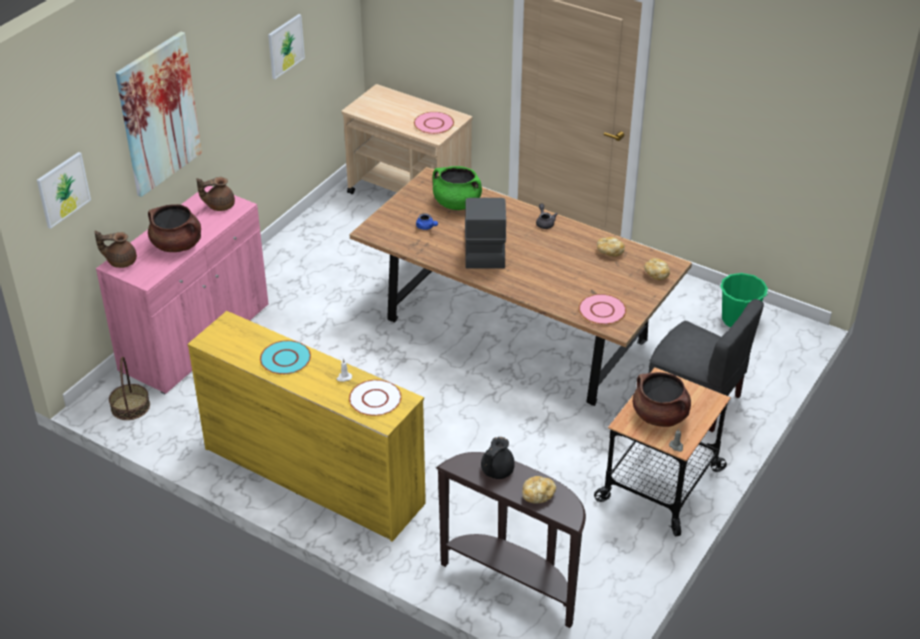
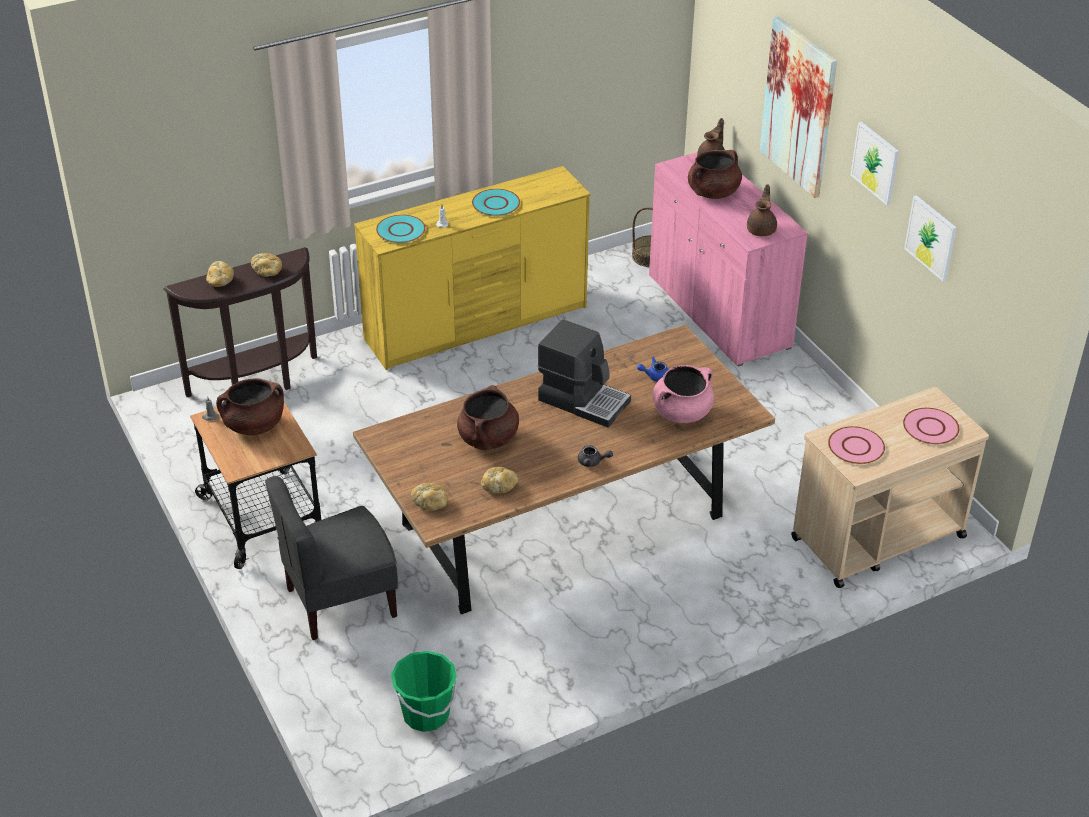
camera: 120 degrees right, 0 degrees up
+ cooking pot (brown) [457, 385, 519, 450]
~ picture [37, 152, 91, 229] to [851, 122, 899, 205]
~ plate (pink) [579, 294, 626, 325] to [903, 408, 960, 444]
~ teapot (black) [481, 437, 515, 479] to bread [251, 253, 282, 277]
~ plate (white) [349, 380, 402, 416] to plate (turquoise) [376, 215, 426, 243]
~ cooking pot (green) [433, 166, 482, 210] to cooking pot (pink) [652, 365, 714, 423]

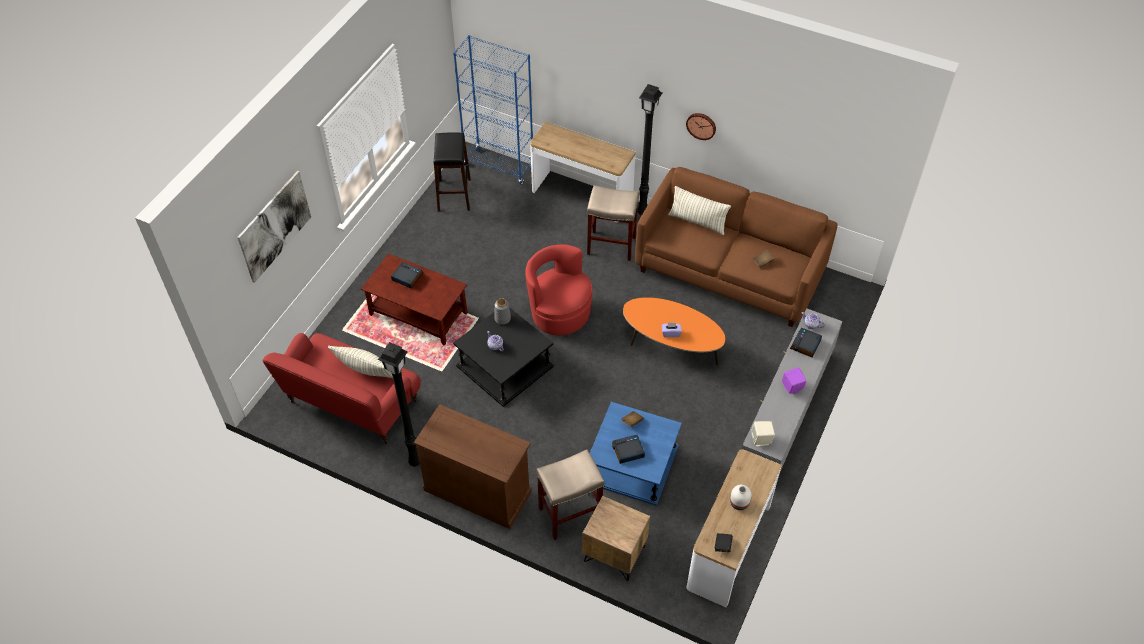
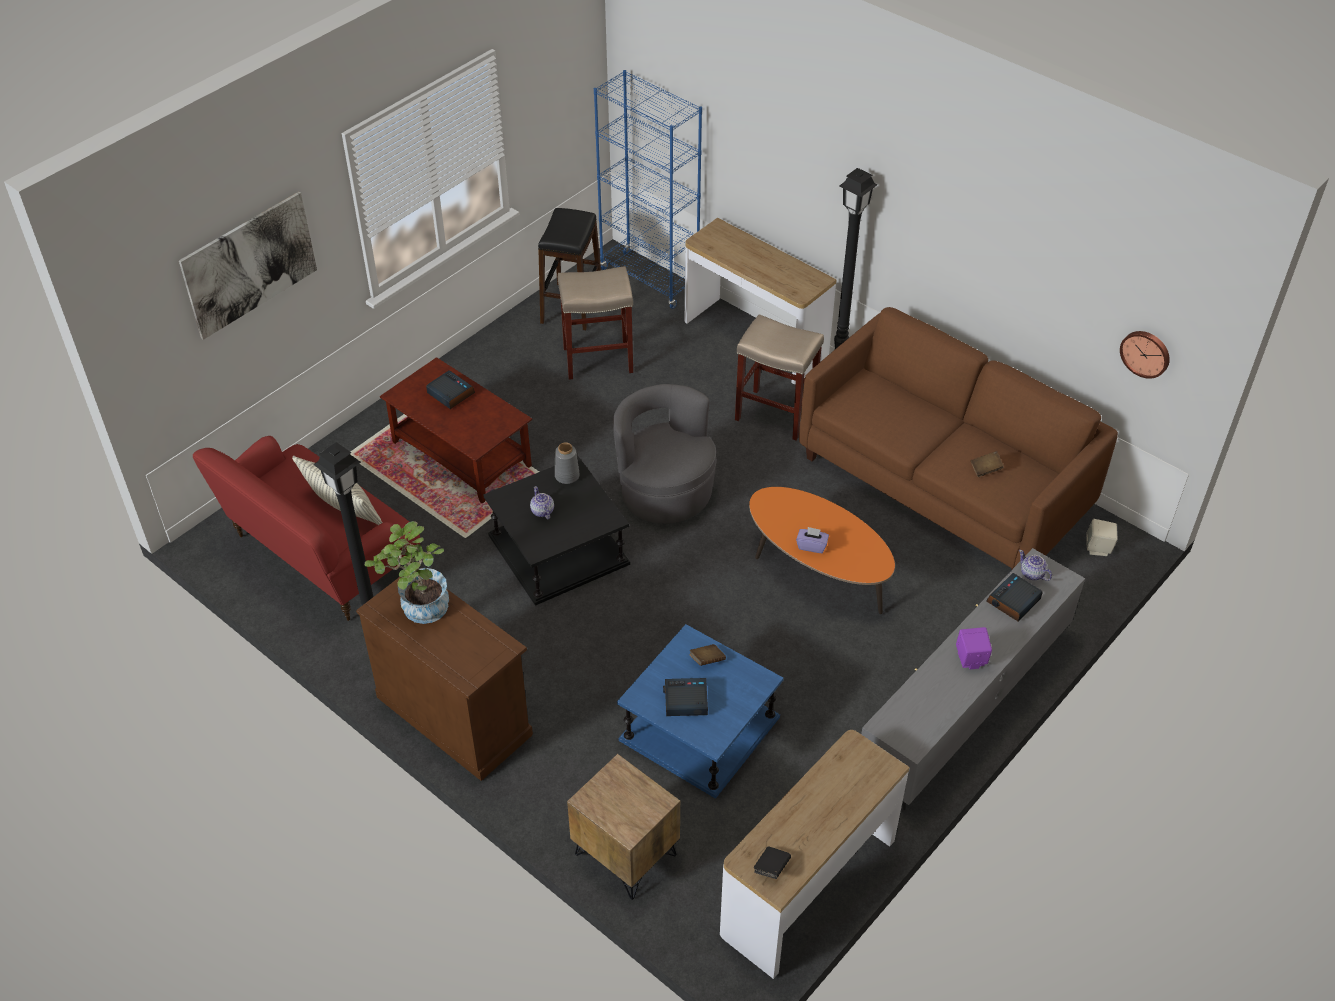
camera: 15 degrees right, 5 degrees down
- pillow [668, 186, 731, 235]
- vase (white) [730, 485, 751, 510]
+ potted plant [365, 521, 449, 624]
~ stool (beige) [536, 449, 605, 540] to [558, 266, 633, 380]
~ wall clock [686, 113, 716, 140] to [1120, 331, 1170, 379]
~ speaker (beige) [751, 421, 775, 447] to [1086, 519, 1117, 556]
~ armchair (red) [525, 244, 593, 335] to armchair (grey) [613, 384, 716, 524]

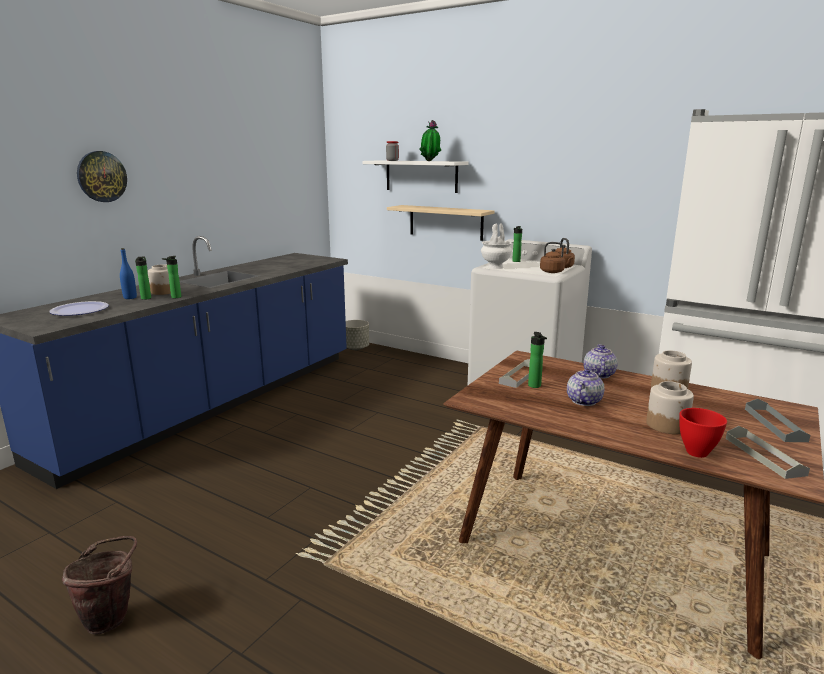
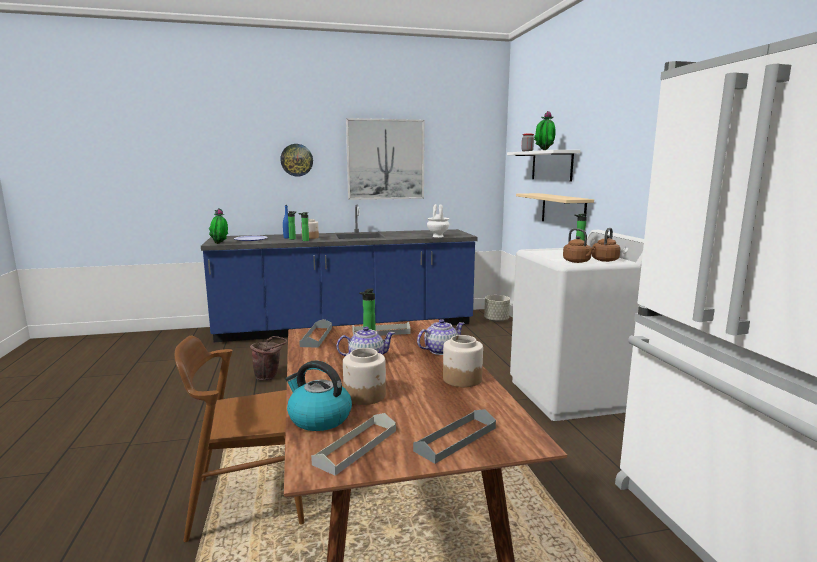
camera: 45 degrees right, 5 degrees down
+ chair (brown) [175, 336, 304, 542]
+ potted plant [209, 208, 228, 244]
+ tray (grey) [299, 319, 332, 348]
+ picture [346, 118, 425, 200]
~ bucket (brown) [62, 536, 137, 634] to [250, 336, 288, 381]
~ vase (white) [481, 223, 512, 269] to [427, 204, 450, 237]
~ bowl (red) [679, 408, 727, 458] to kettle [285, 360, 352, 431]

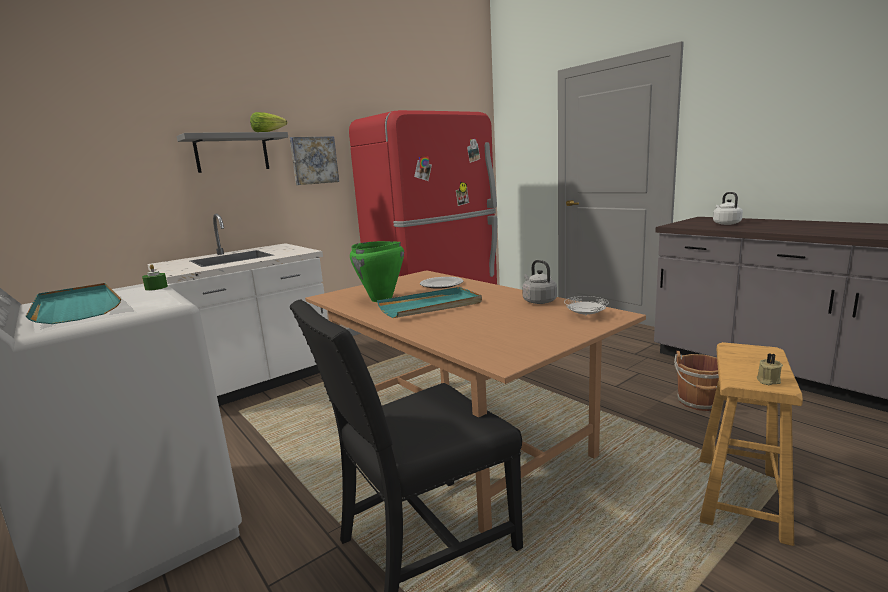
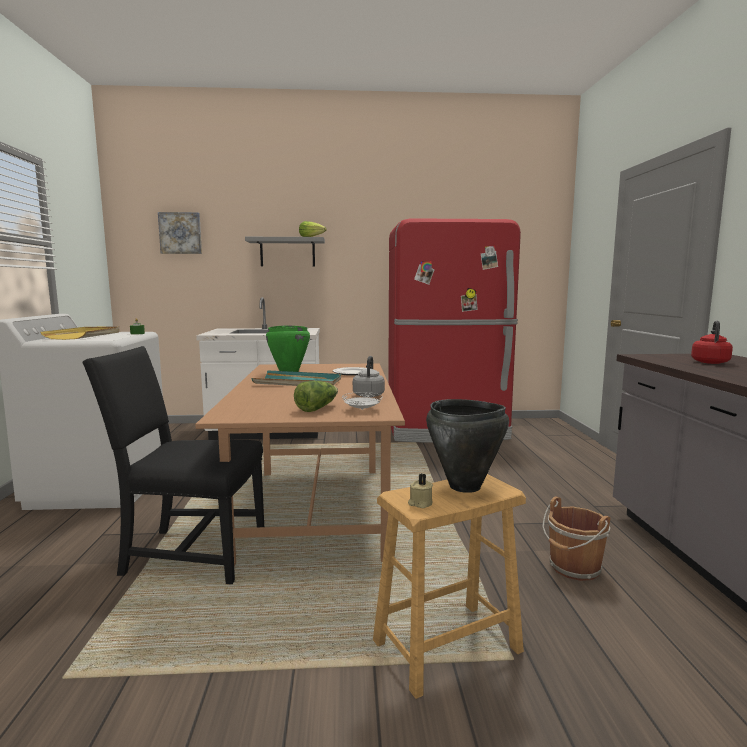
camera: 35 degrees right, 5 degrees down
+ lettuce [294, 381, 338, 412]
+ cooking pot (black) [426, 399, 509, 493]
~ picture [290, 136, 339, 185] to [158, 212, 202, 254]
~ tray (turquoise) [26, 283, 121, 324] to tray (yellow) [40, 327, 119, 340]
~ kettle (white) [713, 192, 743, 225] to kettle (red) [691, 321, 733, 364]

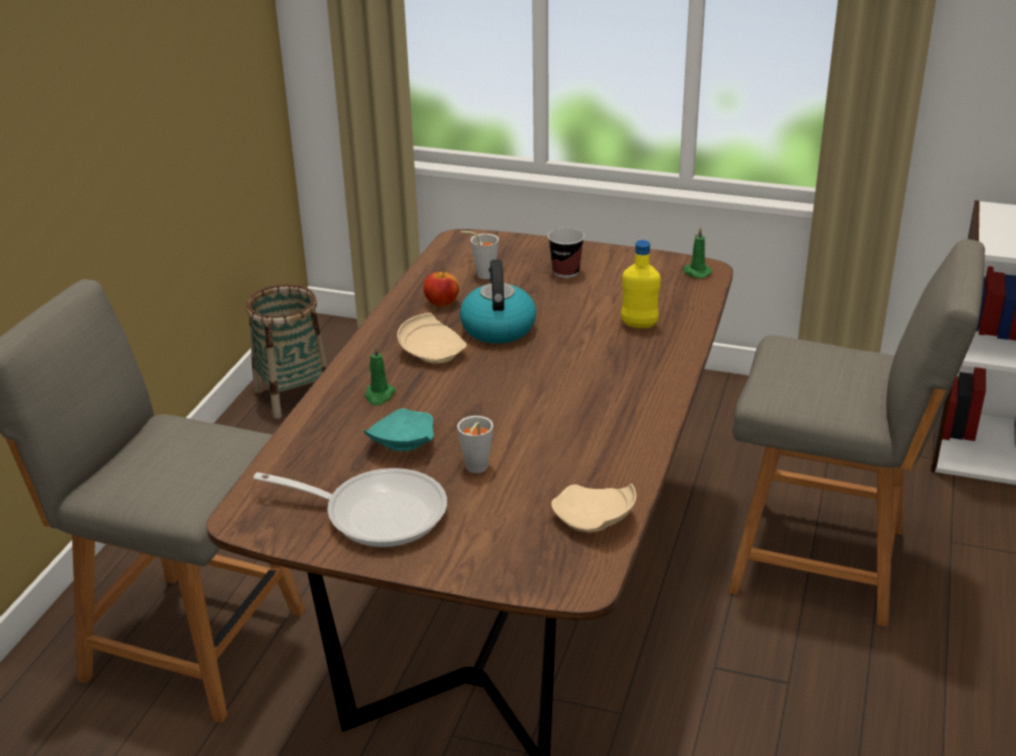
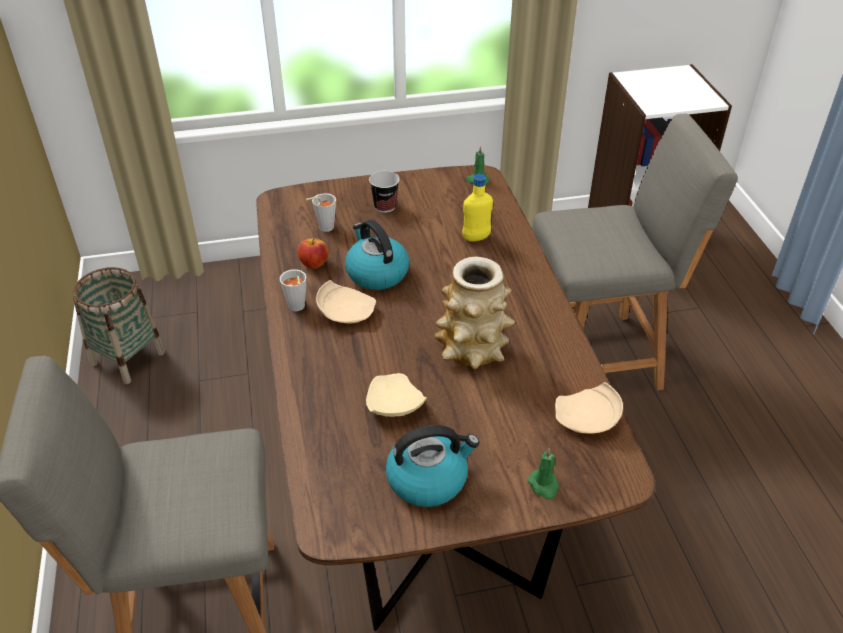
camera: 30 degrees left, 10 degrees up
+ vase [434, 257, 515, 369]
~ candle (green) [365, 345, 396, 406] to [527, 448, 559, 500]
~ cup (grey) [457, 416, 493, 473] to [280, 269, 306, 311]
~ frying pan [253, 468, 447, 547] to kettle [386, 425, 479, 507]
~ plate (turquoise) [364, 408, 434, 451] to plate (beige) [366, 373, 427, 417]

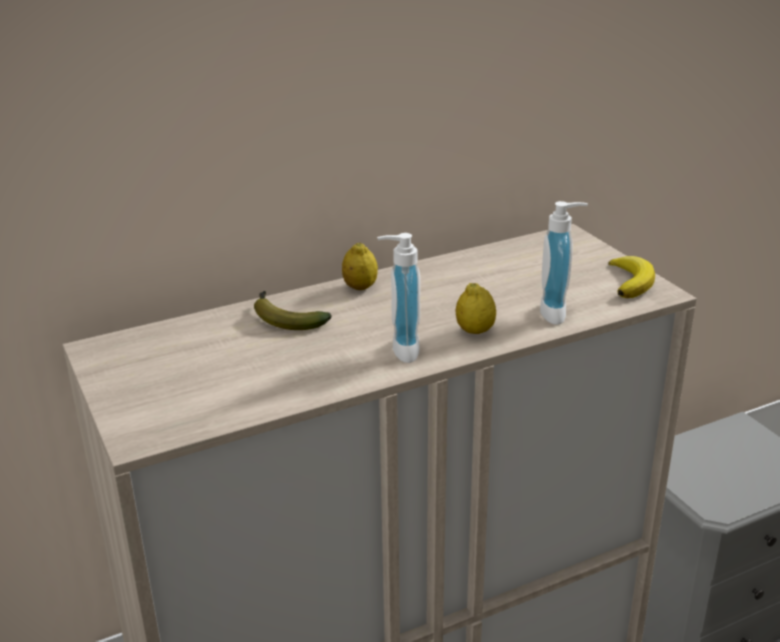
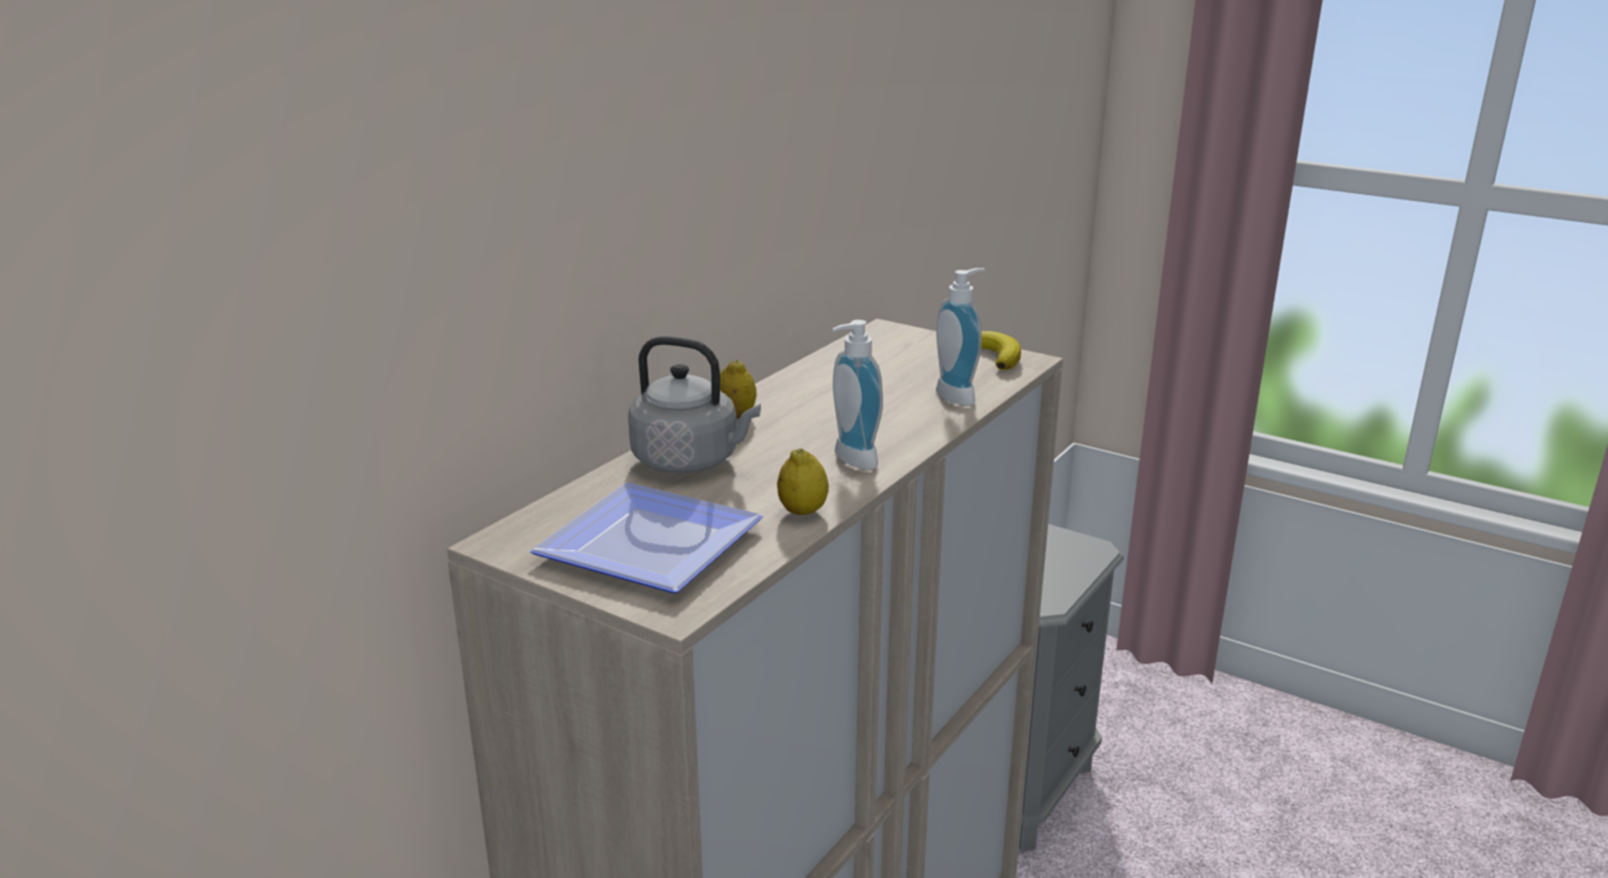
camera: 30 degrees left, 5 degrees down
+ plate [530, 482, 763, 593]
~ lemon [456, 283, 496, 334] to [777, 449, 829, 515]
~ banana [254, 291, 331, 330] to kettle (grey) [628, 336, 761, 473]

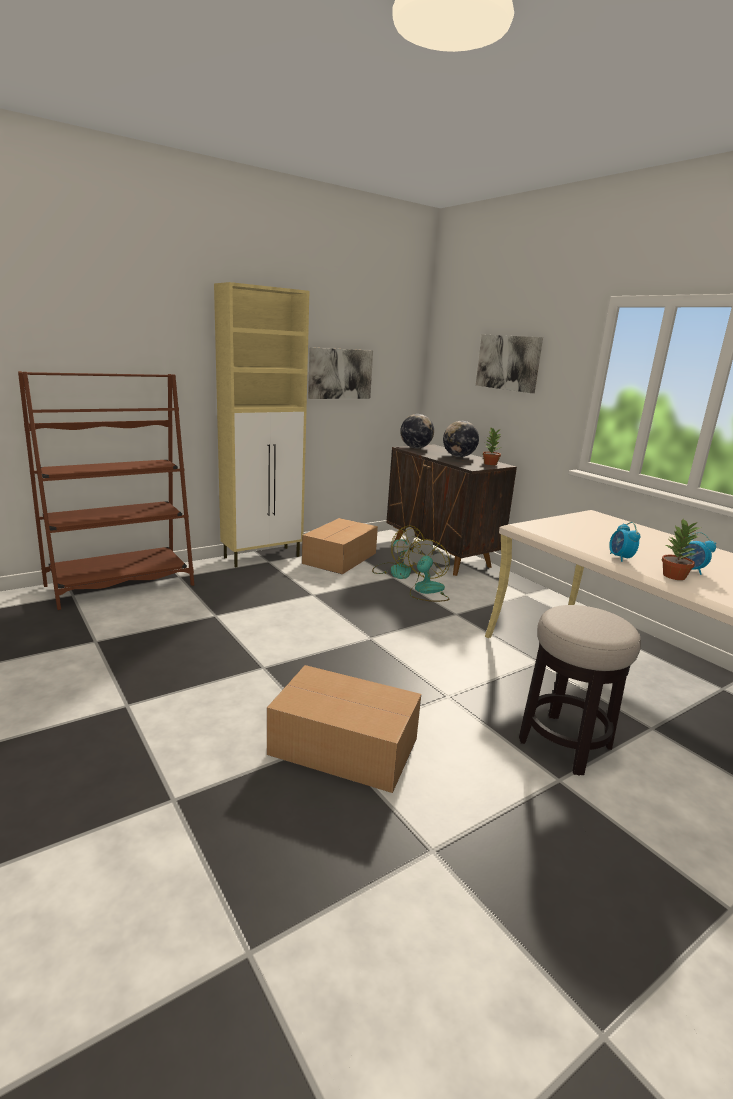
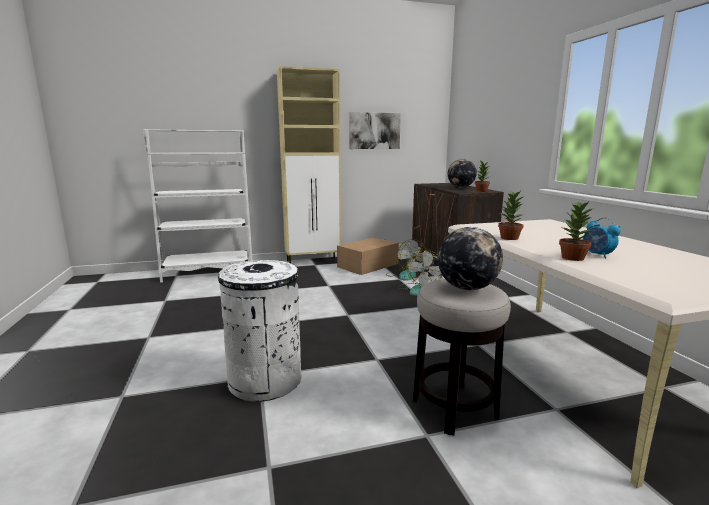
camera: 20 degrees right, 5 degrees down
- picture [476, 334, 543, 393]
- alarm clock [609, 522, 640, 562]
+ potted plant [498, 192, 525, 240]
~ globe [400, 414, 434, 448] to [438, 227, 503, 290]
~ cardboard box [267, 665, 421, 793] to trash can (white) [218, 260, 302, 402]
~ bookcase (brown) [18, 371, 194, 610] to bookcase (white) [143, 129, 252, 283]
~ fan [408, 539, 450, 602] = [398, 250, 442, 296] 135 degrees clockwise

